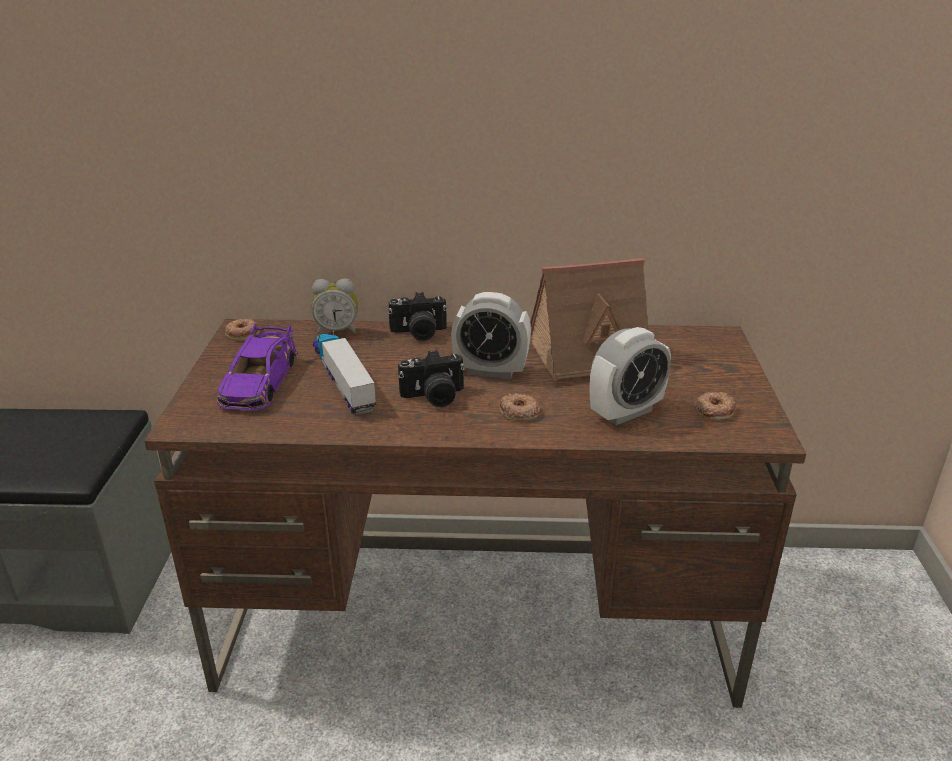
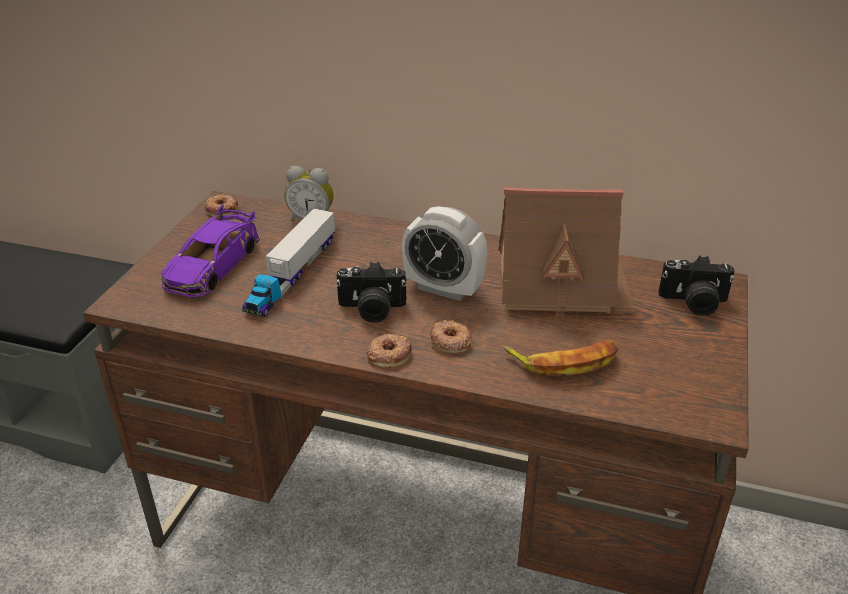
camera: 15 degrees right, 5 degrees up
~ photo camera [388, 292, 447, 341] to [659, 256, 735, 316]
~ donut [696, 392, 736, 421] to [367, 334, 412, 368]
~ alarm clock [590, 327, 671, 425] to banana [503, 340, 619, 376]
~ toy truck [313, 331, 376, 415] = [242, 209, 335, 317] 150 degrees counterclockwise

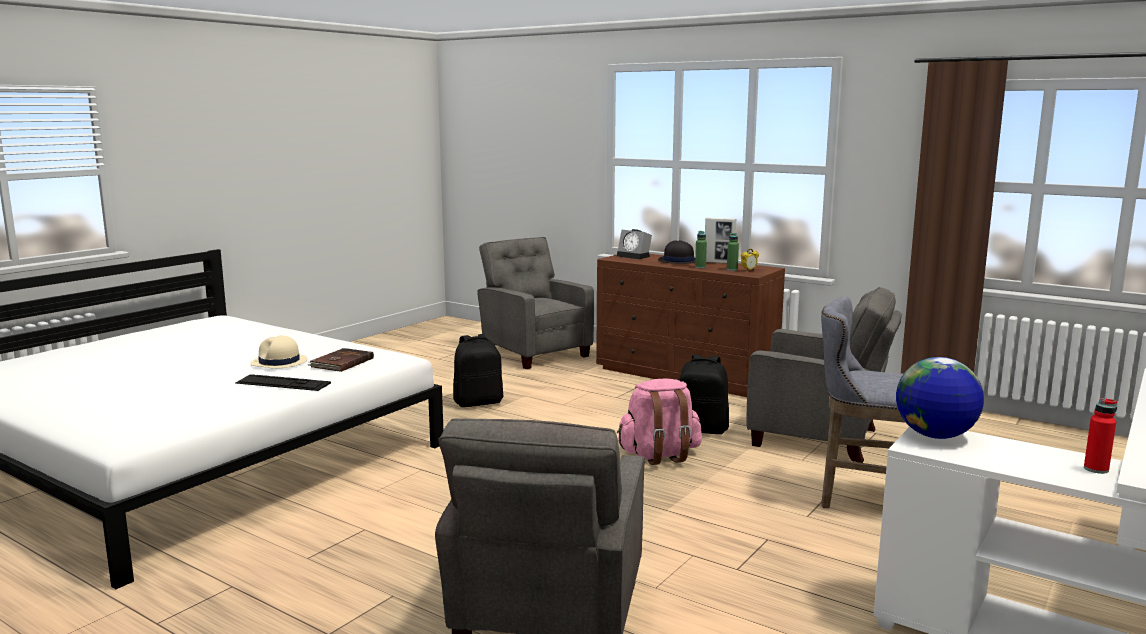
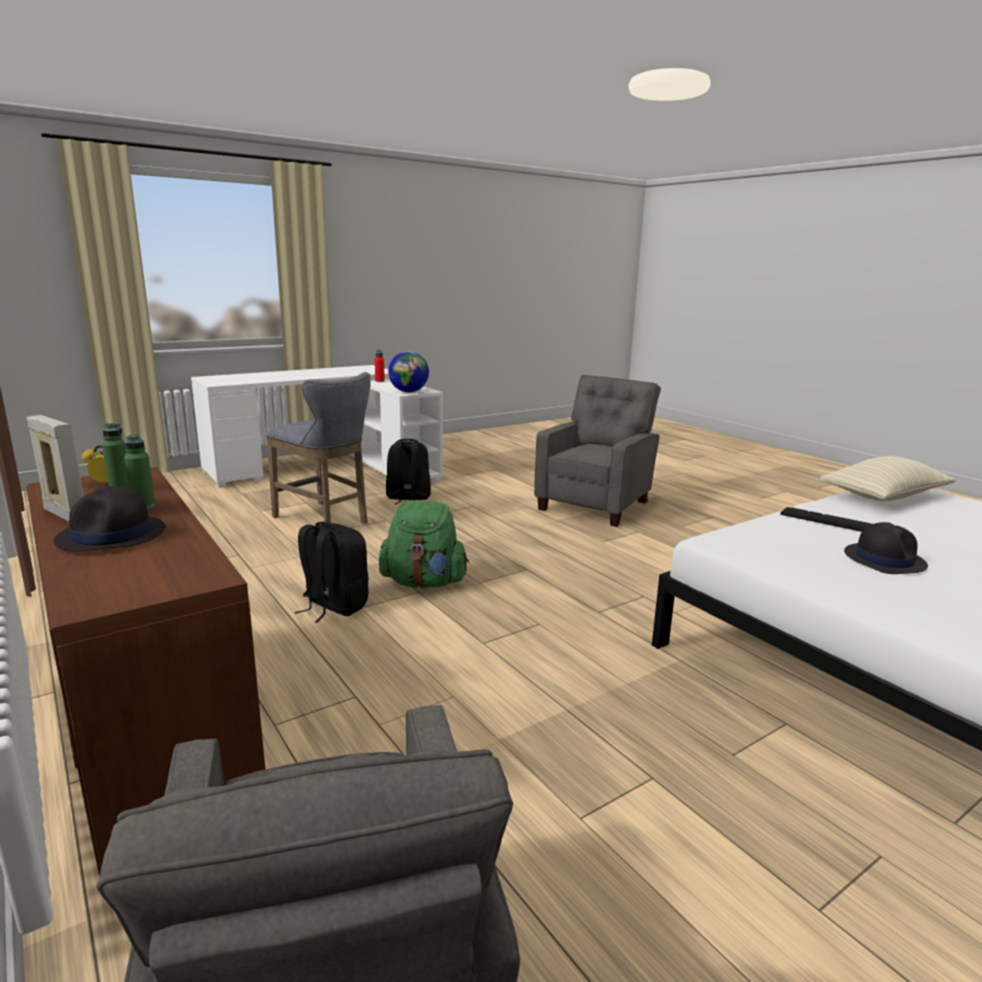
camera: 160 degrees left, 5 degrees up
- book (brown) [308, 348, 374, 372]
- alarm clock [617, 229, 652, 259]
- armchair (grey) [746, 287, 902, 463]
+ pillow (beige) [820, 456, 957, 501]
~ backpack (black) [453, 334, 503, 407] to [386, 439, 431, 504]
~ hat (beige) [250, 335, 308, 369] to hat (black) [844, 522, 928, 574]
~ backpack (pink) [617, 379, 702, 465] to backpack (green) [379, 501, 469, 588]

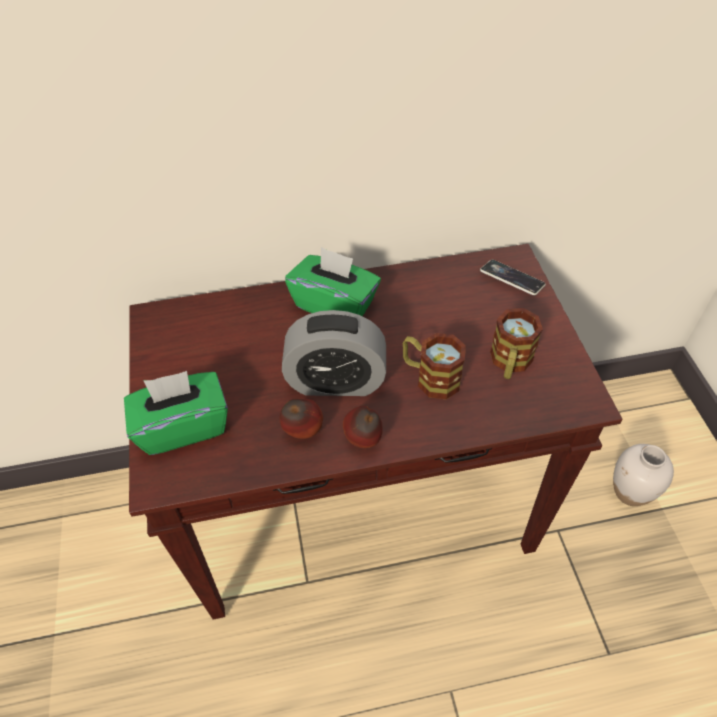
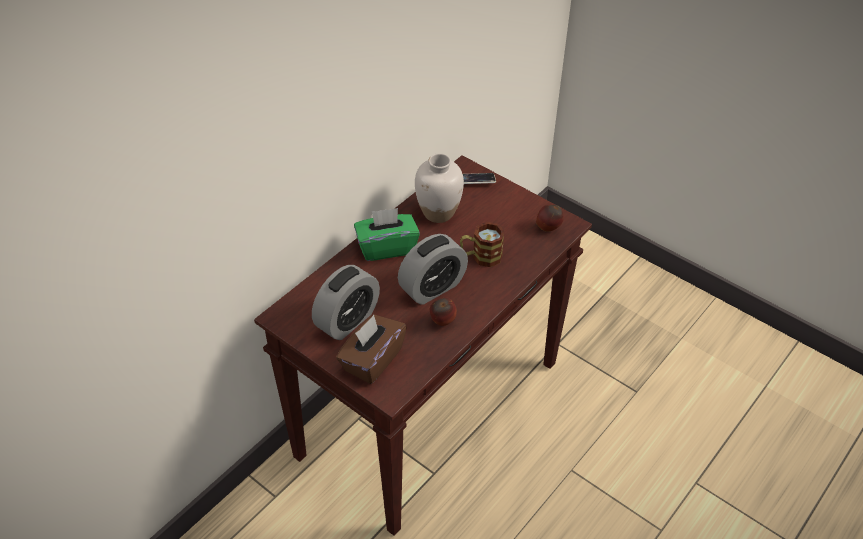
camera: 40 degrees left, 5 degrees down
- mug [490, 308, 543, 379]
+ alarm clock [312, 265, 380, 340]
~ apple [343, 406, 383, 448] to [536, 205, 564, 232]
~ vase (white) [613, 444, 674, 506] to [415, 153, 464, 223]
~ tissue box (green) [124, 371, 228, 455] to tissue box (brown) [336, 314, 407, 384]

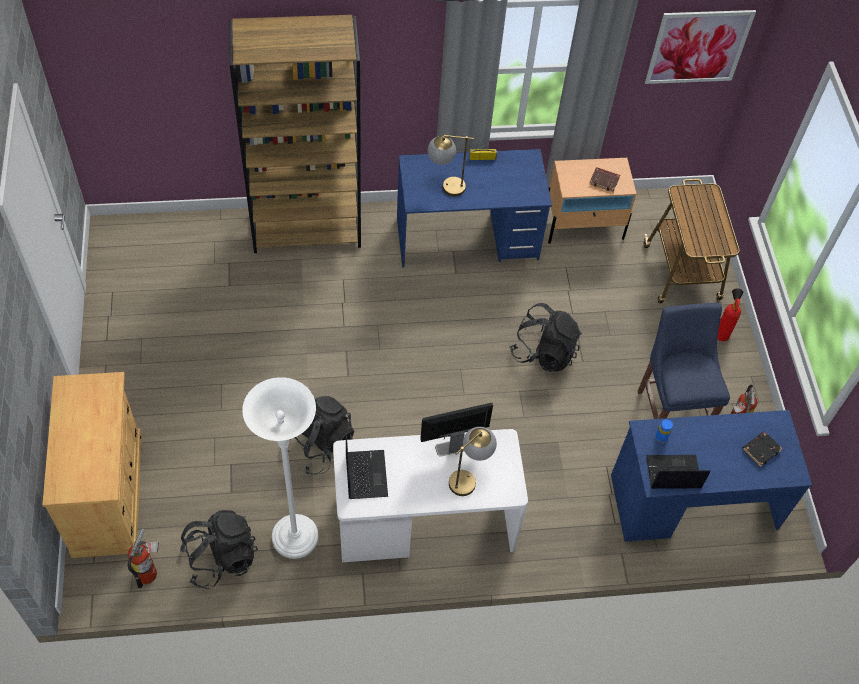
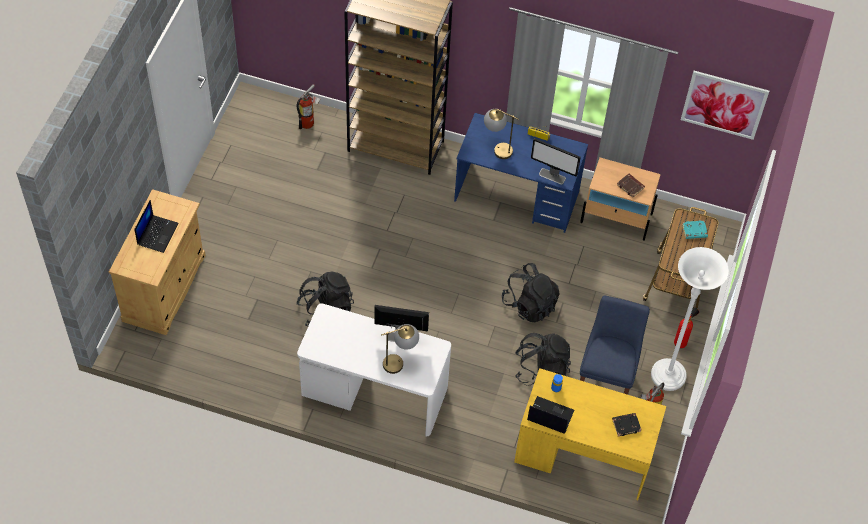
camera: 25 degrees right, 0 degrees up
+ monitor [531, 138, 581, 185]
+ book (turquoise) [682, 220, 708, 239]
~ fire extinguisher [128, 529, 159, 588] to [297, 84, 321, 129]
~ backpack (black) [180, 510, 258, 589] to [515, 333, 571, 386]
~ floor lamp (white) [242, 377, 318, 559] to [651, 247, 729, 391]
~ laptop [346, 435, 388, 499] to [134, 200, 179, 253]
~ desk (blue) [611, 410, 812, 542] to desk (yellow) [514, 368, 666, 500]

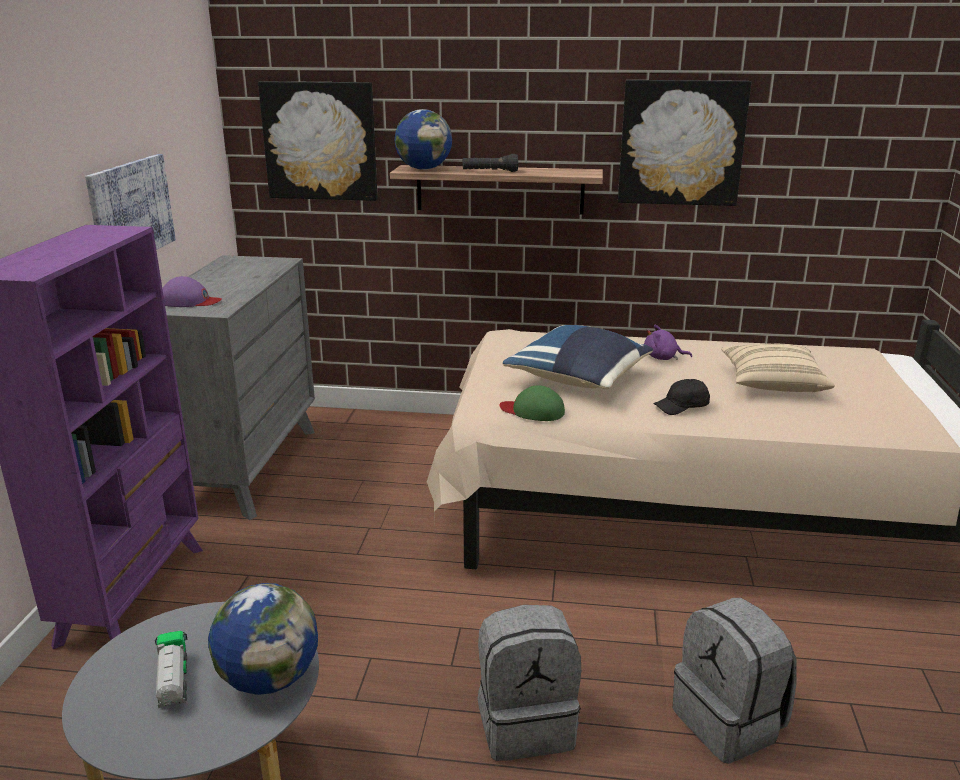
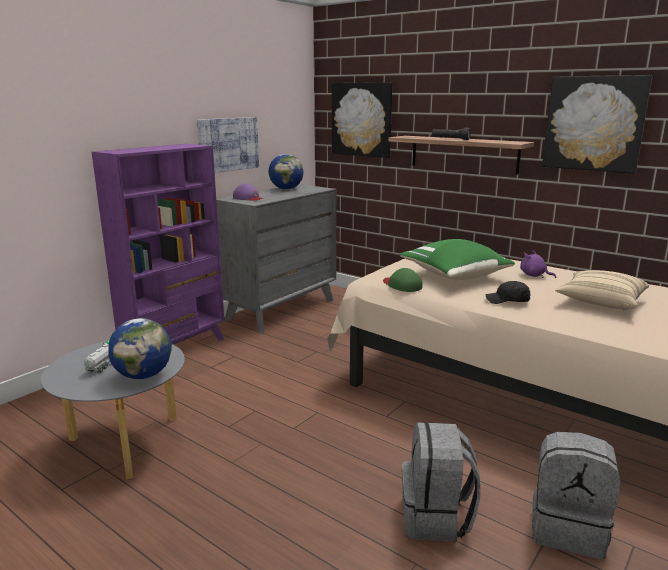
camera: 30 degrees right, 5 degrees down
~ globe [395, 109, 452, 170] to [269, 154, 303, 190]
~ backpack (grey) [477, 605, 581, 761] to [532, 432, 621, 559]
~ pillow (blue) [503, 325, 653, 389] to pillow (green) [400, 239, 515, 280]

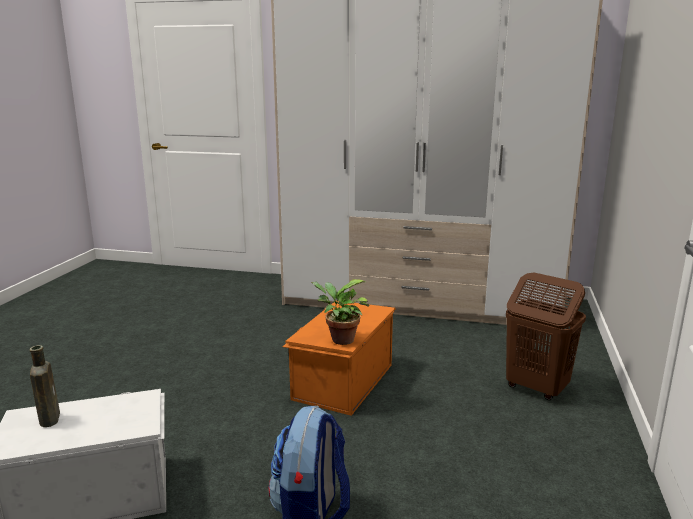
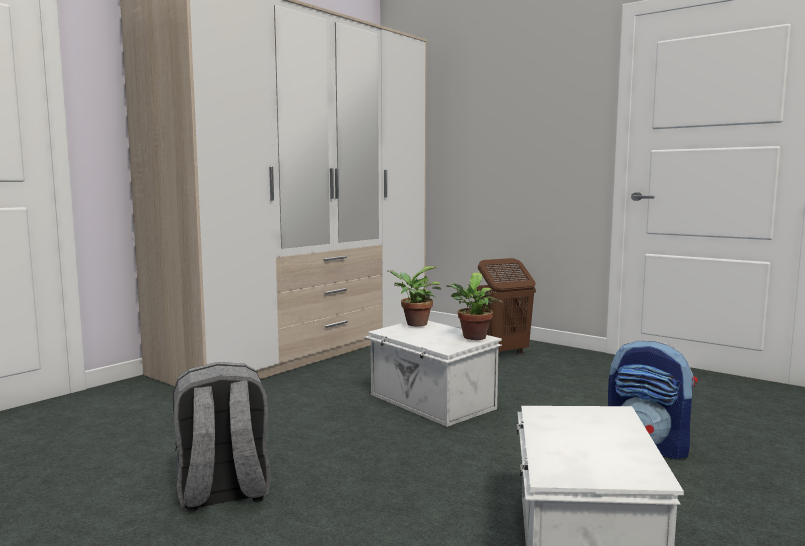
camera: 65 degrees left, 10 degrees down
- bottle (brown) [30, 345, 60, 427]
+ backpack (grey) [173, 362, 271, 511]
+ potted plant [387, 266, 442, 327]
~ storage box (orange) [282, 300, 395, 416] to storage box (white) [365, 321, 502, 427]

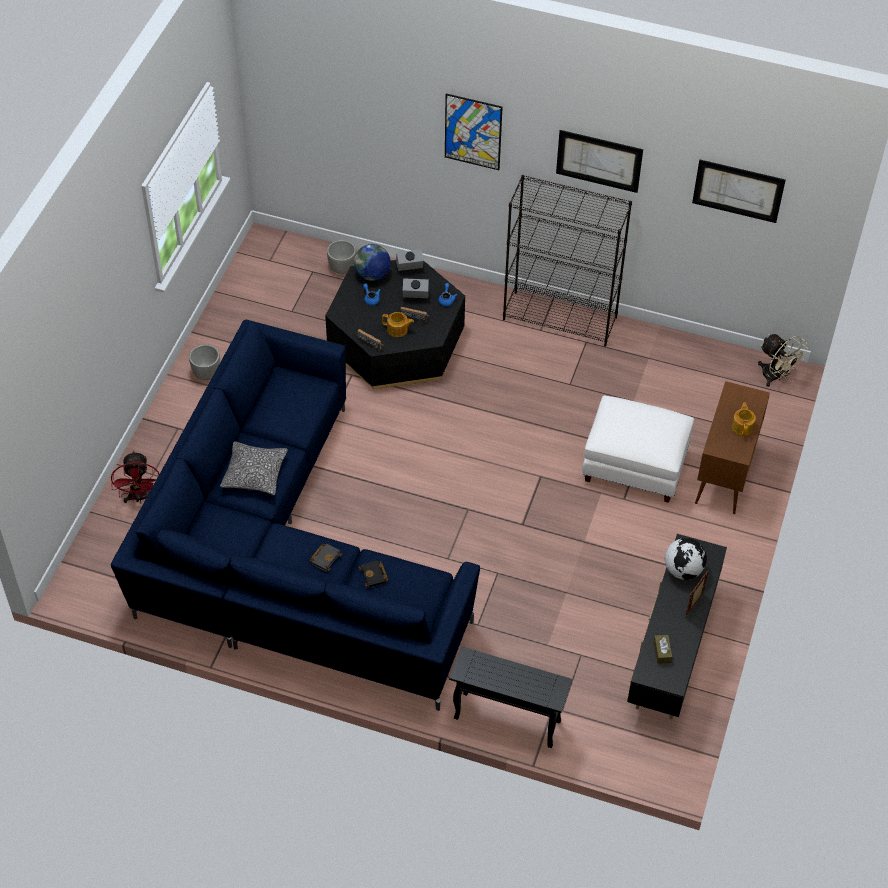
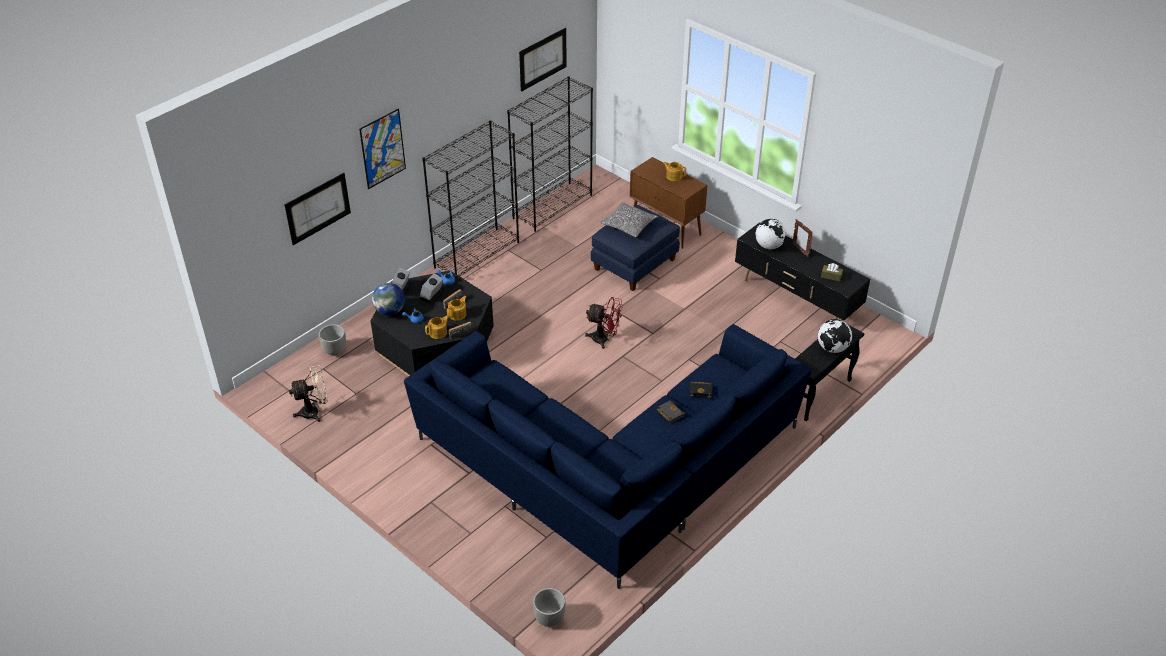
camera: 65 degrees left, 10 degrees down
+ teapot [425, 315, 449, 339]
+ bookcase (black) [507, 76, 593, 232]
+ globe [818, 319, 852, 353]
~ fan (red) [111, 451, 159, 503] to [585, 297, 623, 349]
~ planter [189, 344, 220, 380] to [533, 588, 566, 627]
~ pillow [220, 441, 288, 495] to [600, 202, 658, 237]
~ picture [556, 130, 643, 193] to [285, 173, 351, 245]
~ fan (beige) [758, 334, 808, 387] to [289, 365, 328, 422]
~ ottoman (white) [582, 395, 694, 503] to ottoman (blue) [591, 205, 680, 291]

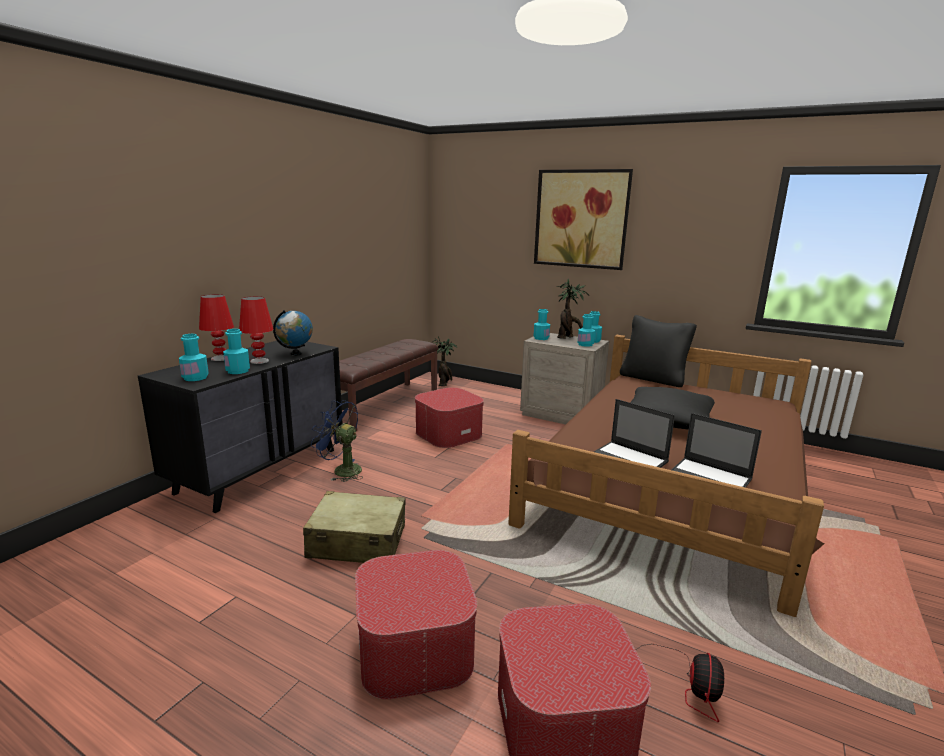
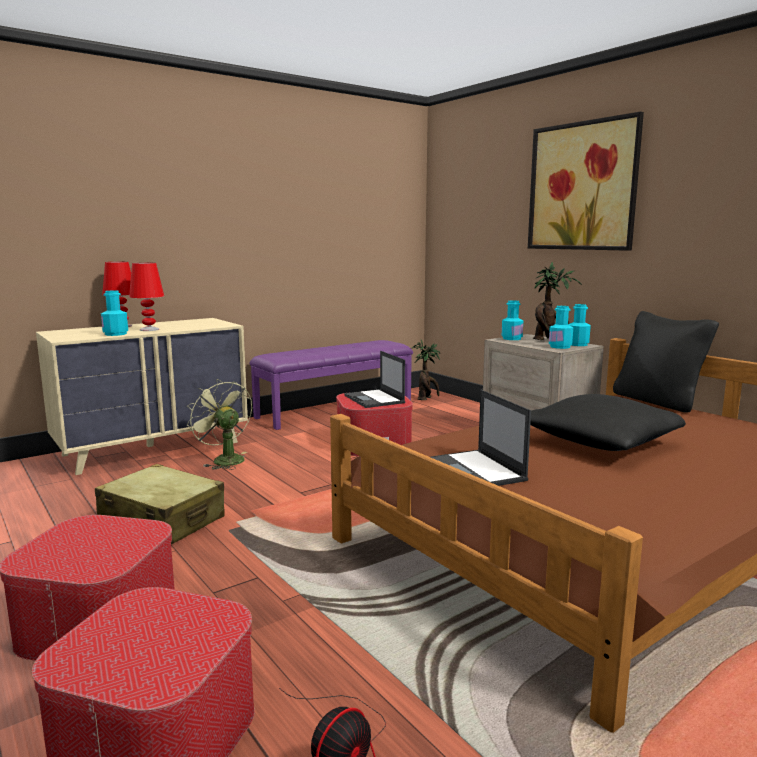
camera: 25 degrees right, 5 degrees down
- bottle (turquoise) [179, 334, 209, 381]
- globe [273, 310, 313, 356]
~ laptop [672, 413, 762, 488] to [344, 351, 405, 408]
~ dresser (black) [138, 340, 343, 513] to dresser (beige) [36, 318, 248, 475]
~ fan (blue) [311, 400, 363, 482] to fan (green) [187, 379, 252, 470]
~ bench (brown) [339, 339, 439, 431] to bench (purple) [250, 340, 413, 430]

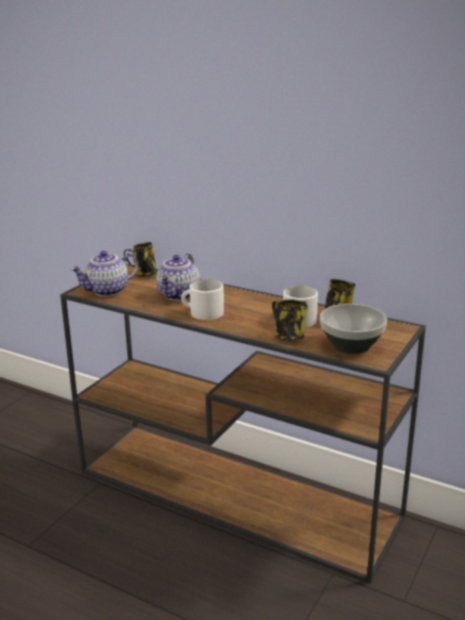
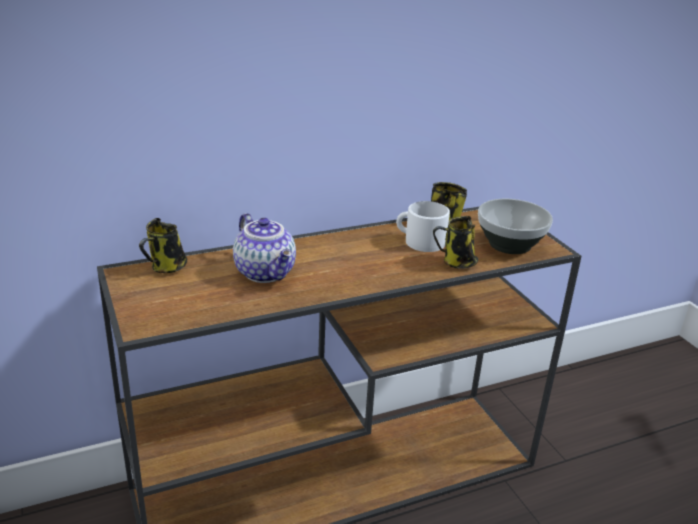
camera: 55 degrees left, 5 degrees up
- teapot [70, 251, 139, 297]
- mug (white) [181, 279, 224, 320]

